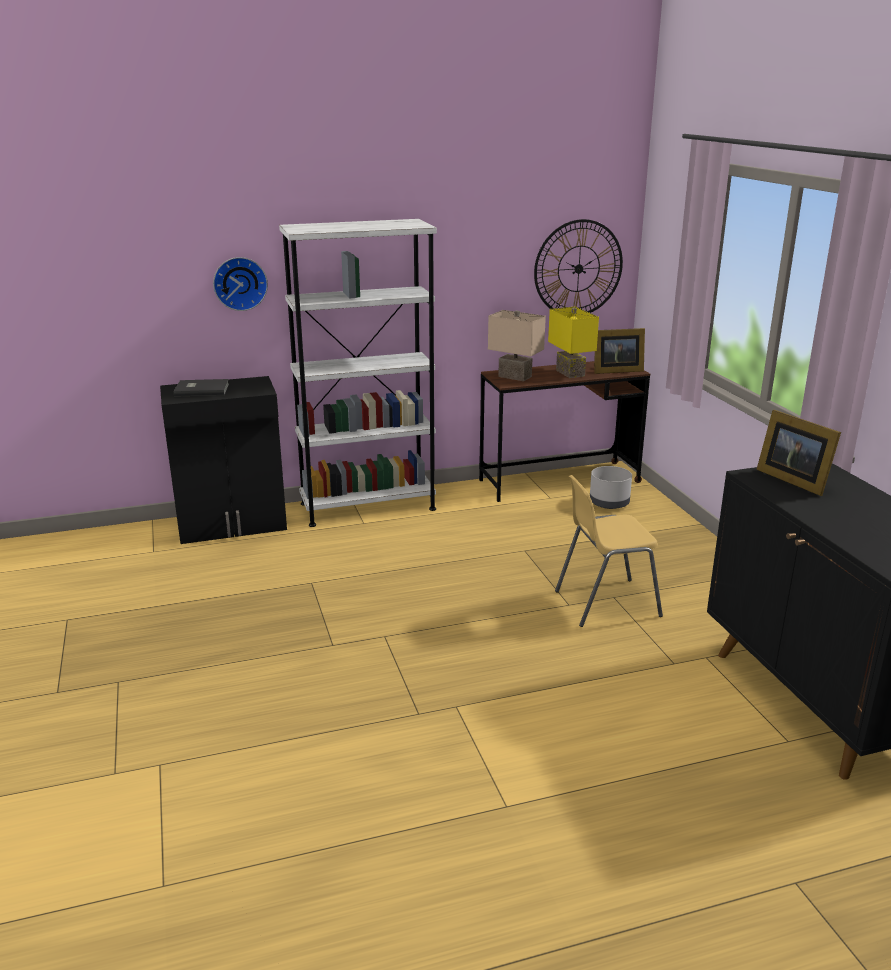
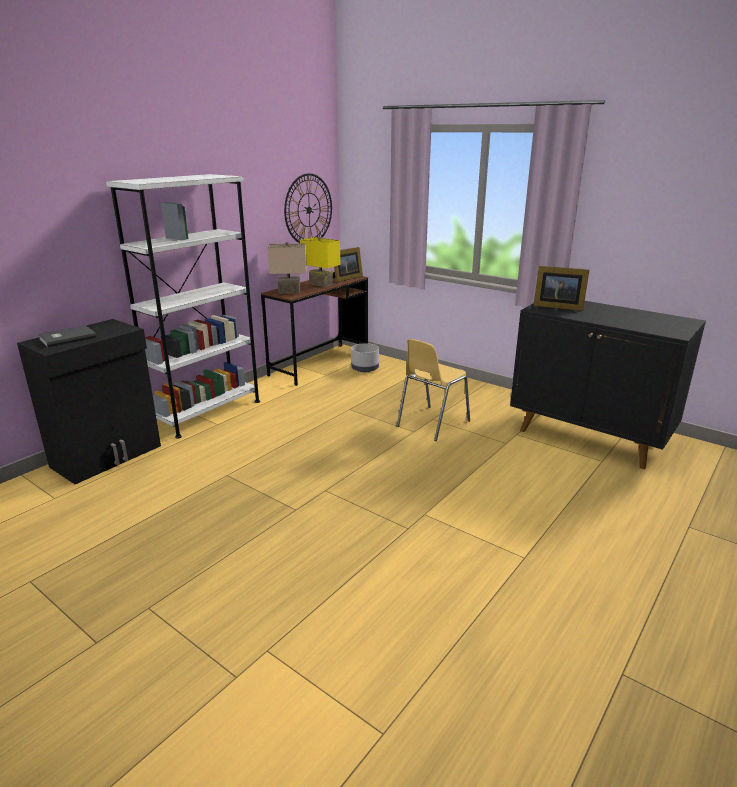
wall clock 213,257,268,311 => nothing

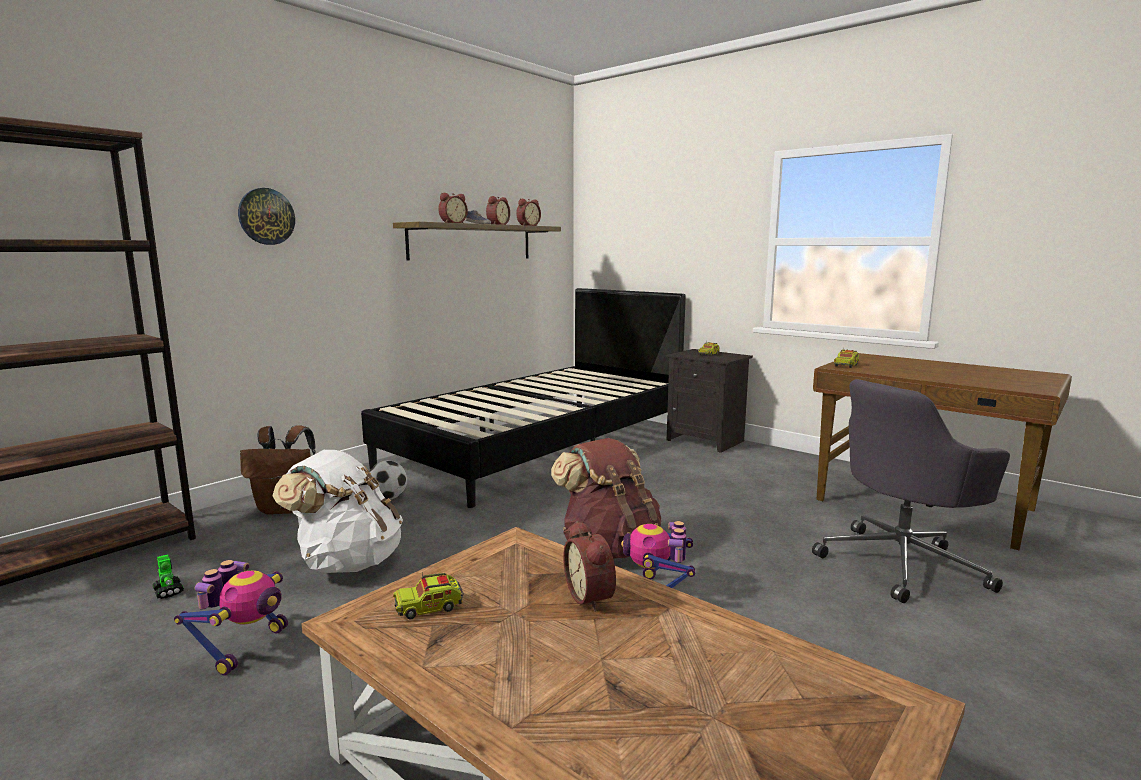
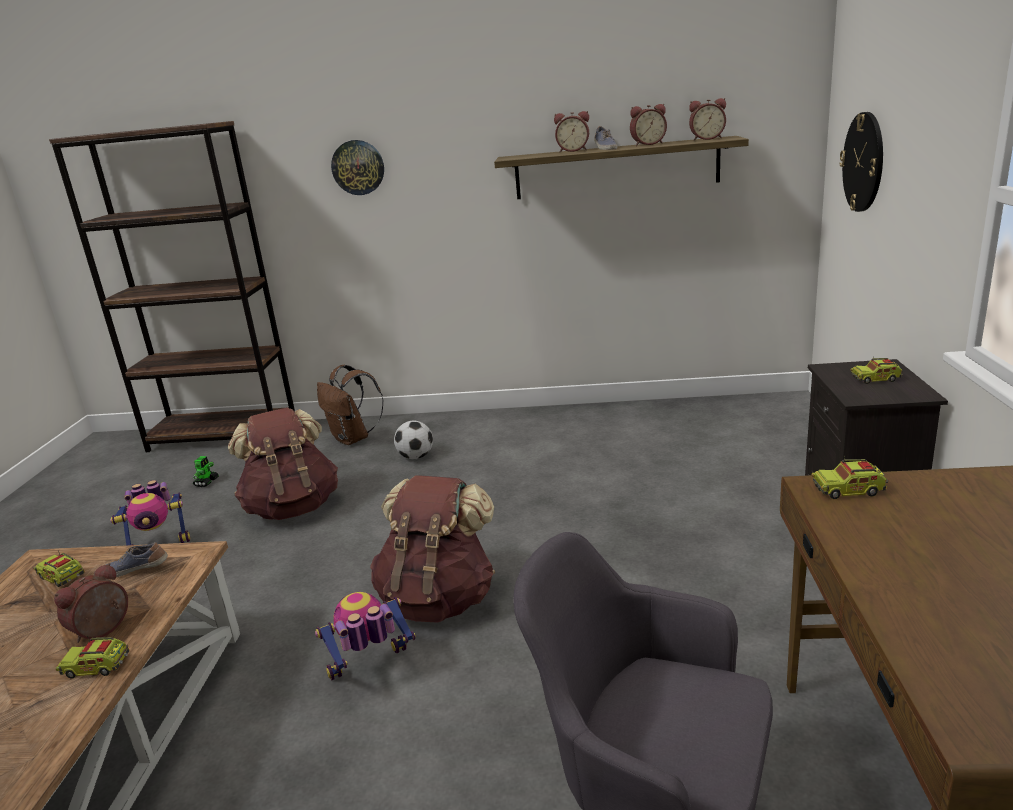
black bed 361,288,686,508 => nothing
nothing => toy truck 56,635,129,679
nothing => shoe 106,542,168,577
nothing => wall clock 839,112,883,212
white backpack 272,450,403,573 => brown backpack 228,407,338,520

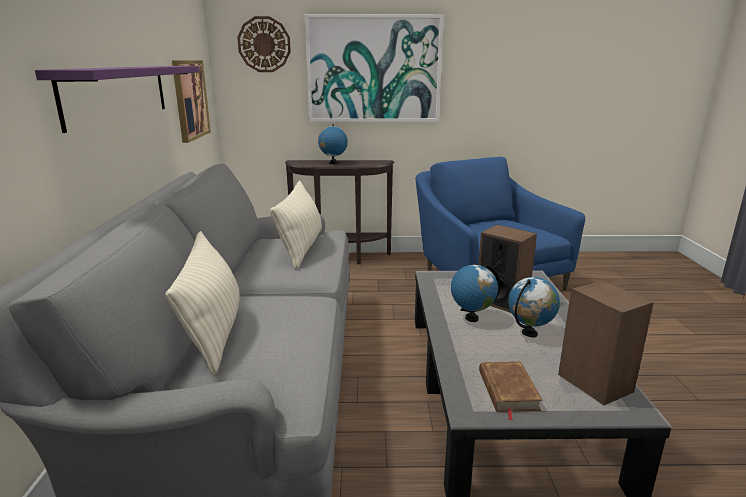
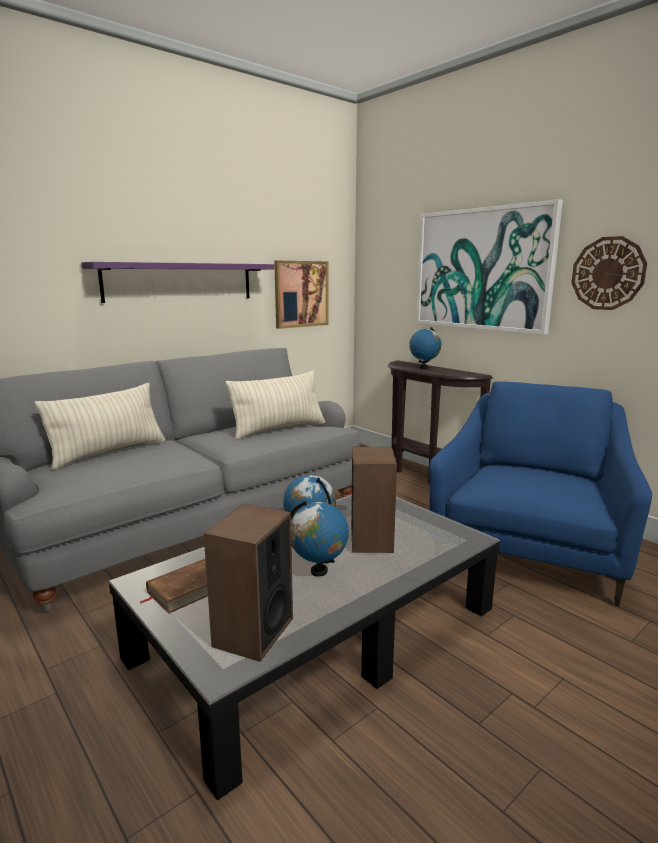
wall clock 237,16,291,72 => wall clock 571,236,647,310, shifted

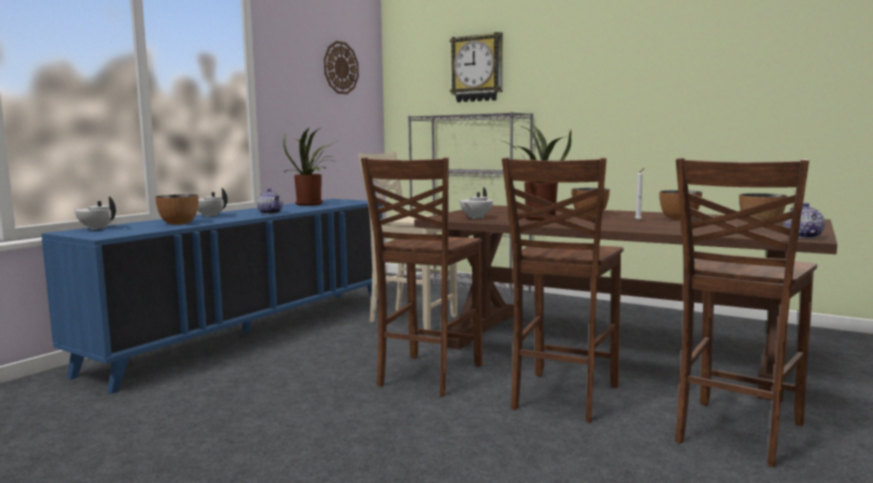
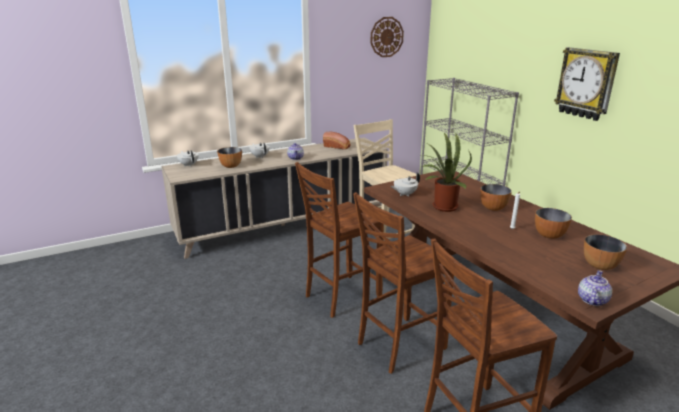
wall clock 450,32,503,102 => wall clock 554,47,620,121, shifted
potted plant 283,127,339,206 => bread 323,132,351,150
blue cabinet 42,199,382,394 => beige cabinet 161,137,388,259

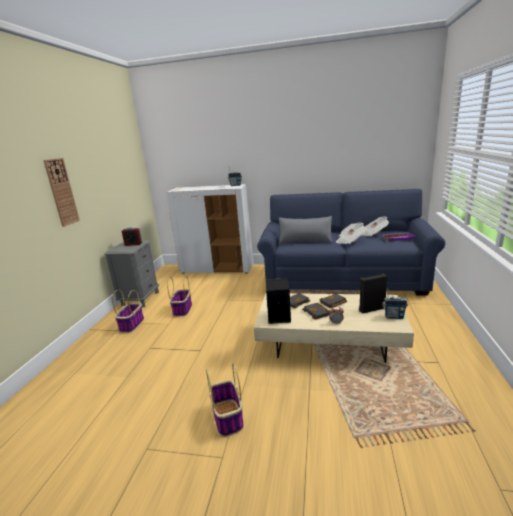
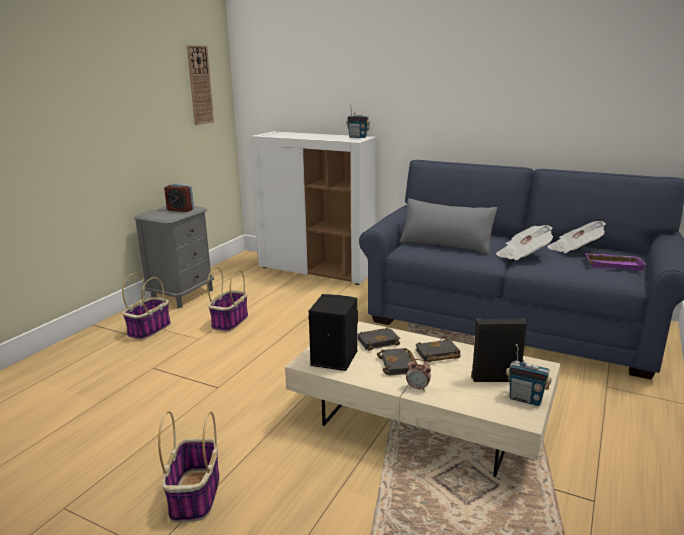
wall clock 43,158,80,227 => wall clock 187,45,214,125, shifted

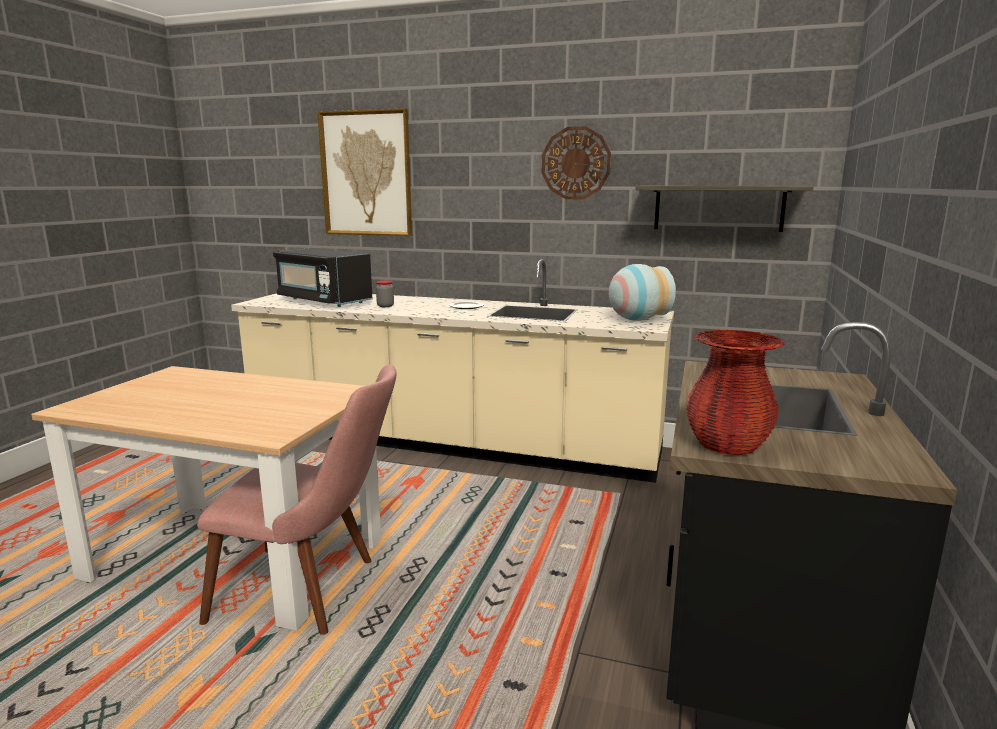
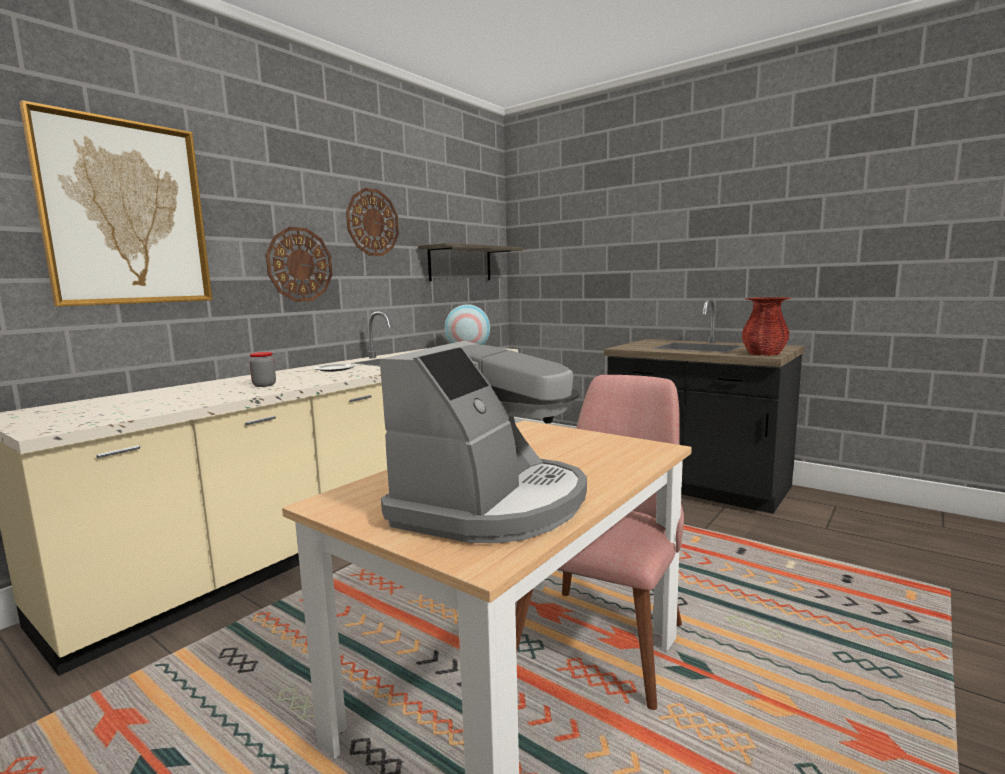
black microwave 273,248,372,307 => nothing
nothing => wall clock 266,227,333,302
nothing => coffee machine 380,341,587,543

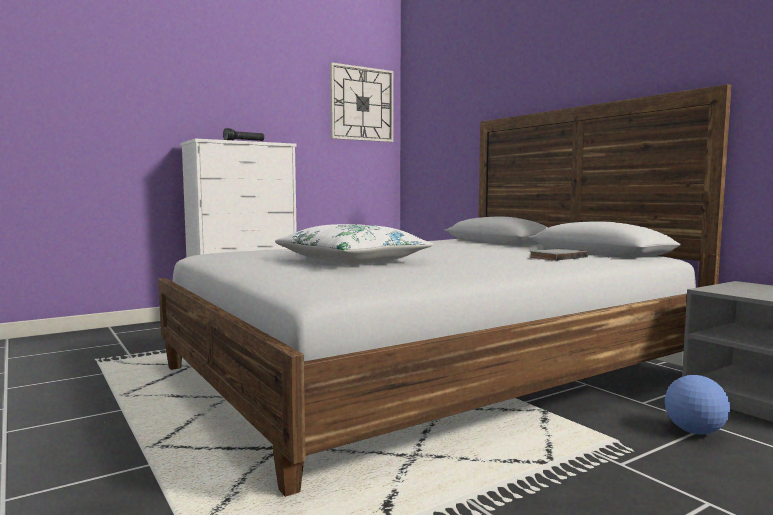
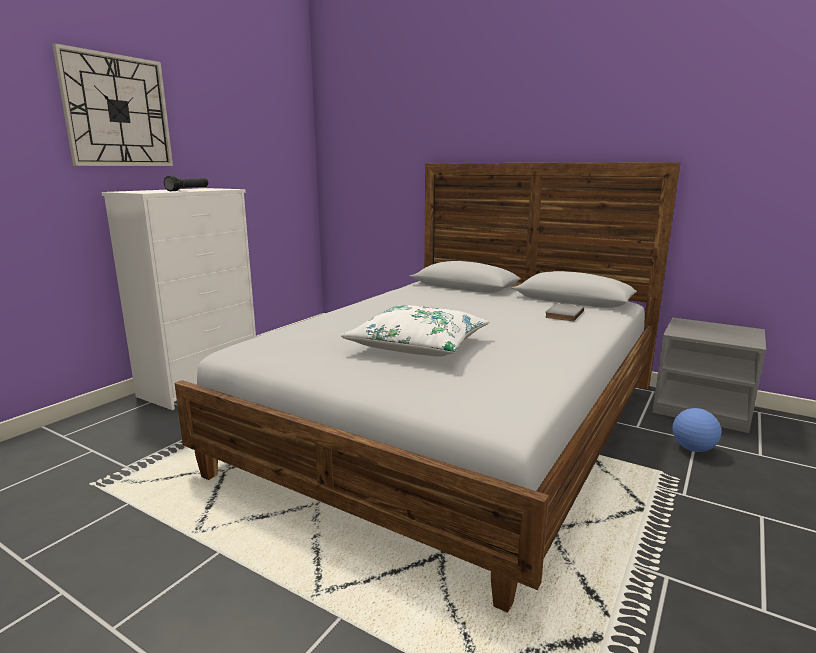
wall clock 330,62,394,142 => wall clock 52,43,173,166, shifted

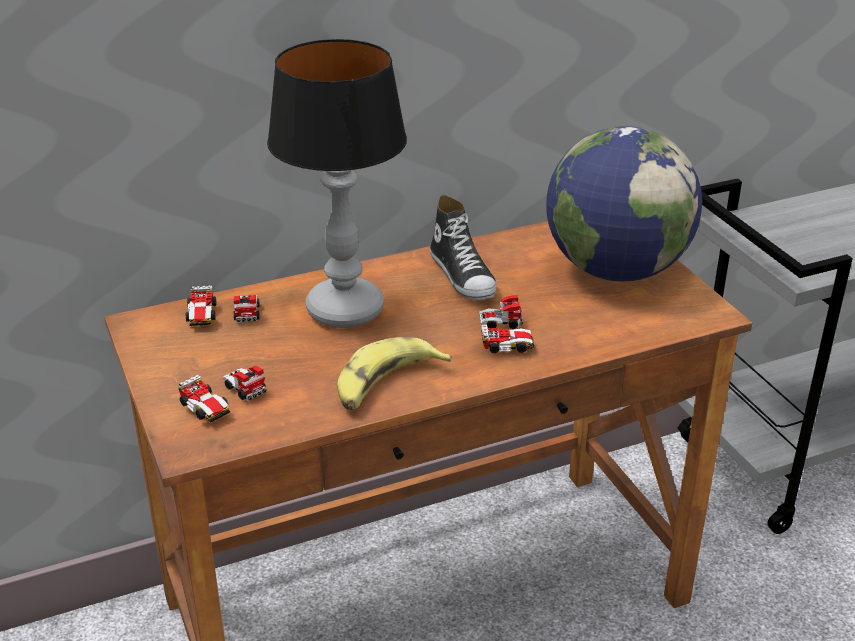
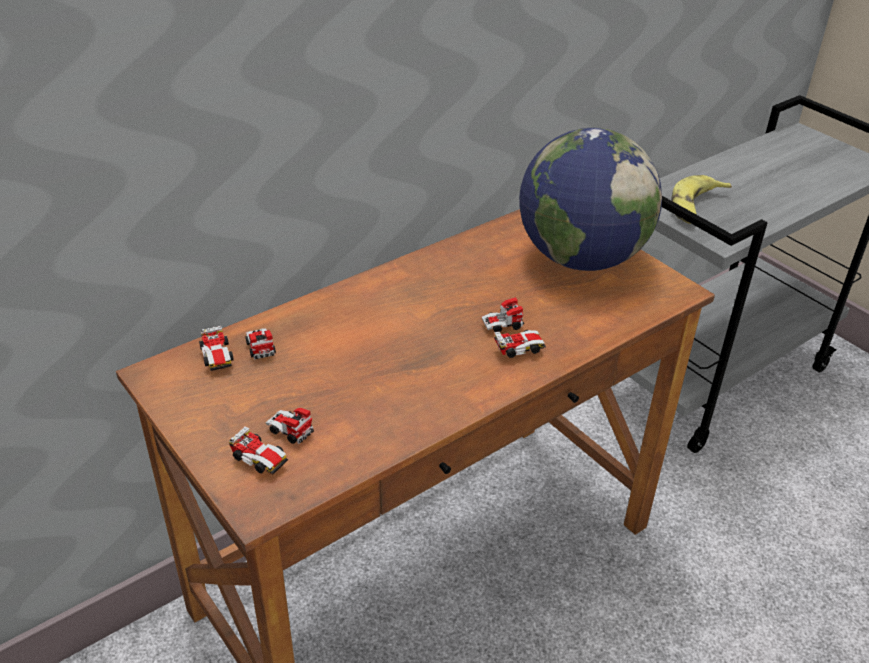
table lamp 267,39,407,328 => nothing
shoe 430,195,497,301 => nothing
banana 337,337,452,410 => banana 671,175,732,224, shifted

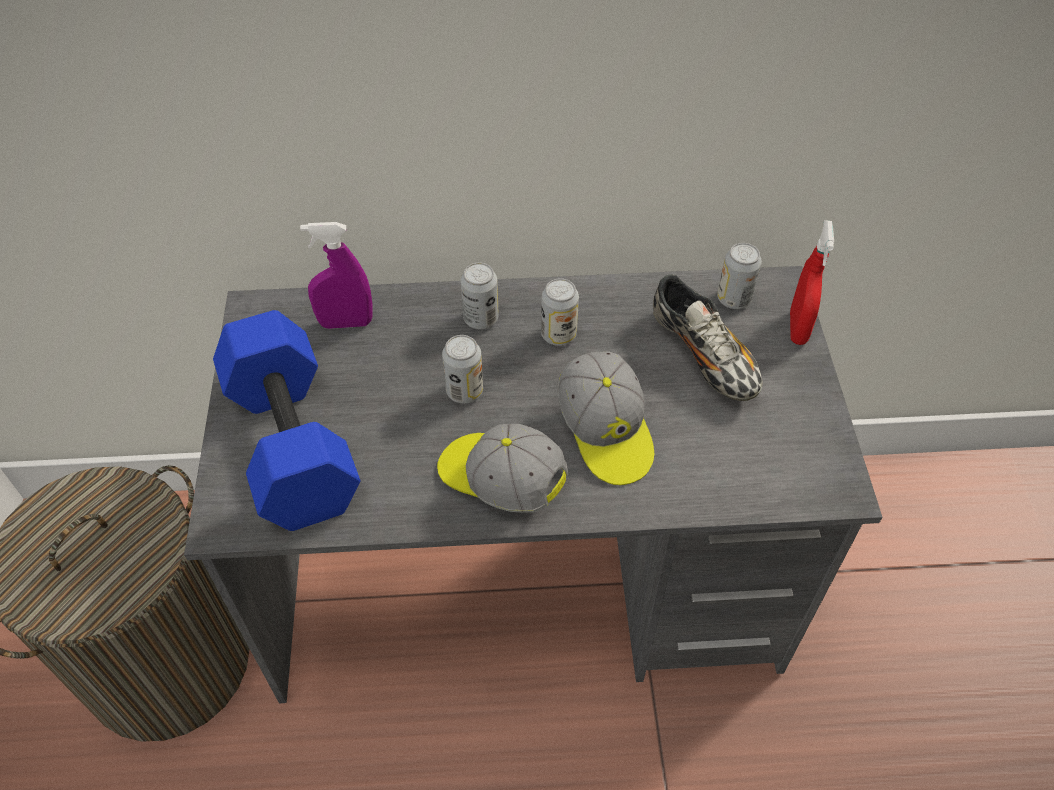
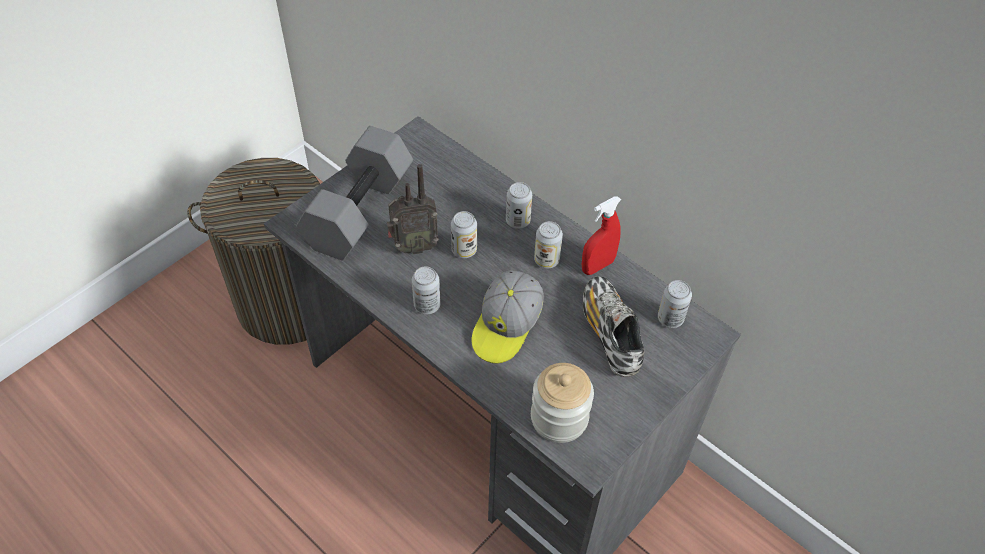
purple spray bottle 300,222,373,329 => nothing
nothing => radio 387,164,439,254
nothing => jar 531,363,594,443
red spray bottle 790,220,834,345 => red spray bottle 582,196,621,275, shifted
cap 437,424,568,513 => can 412,266,440,314
blue dumbbell 213,310,361,531 => grey dumbbell 296,126,413,260
shoe 653,274,762,401 => shoe 583,276,644,377, 150 degrees clockwise

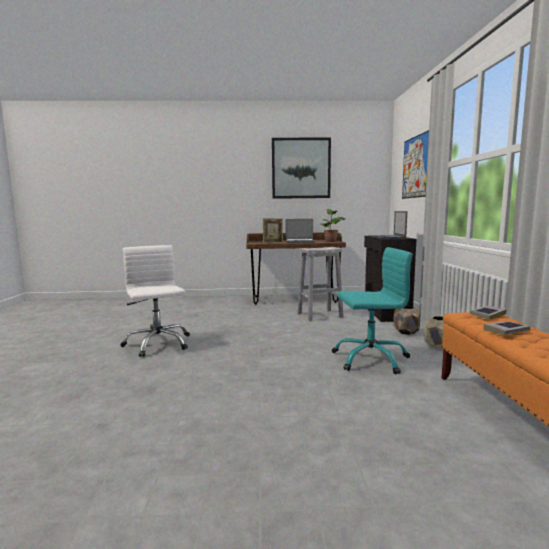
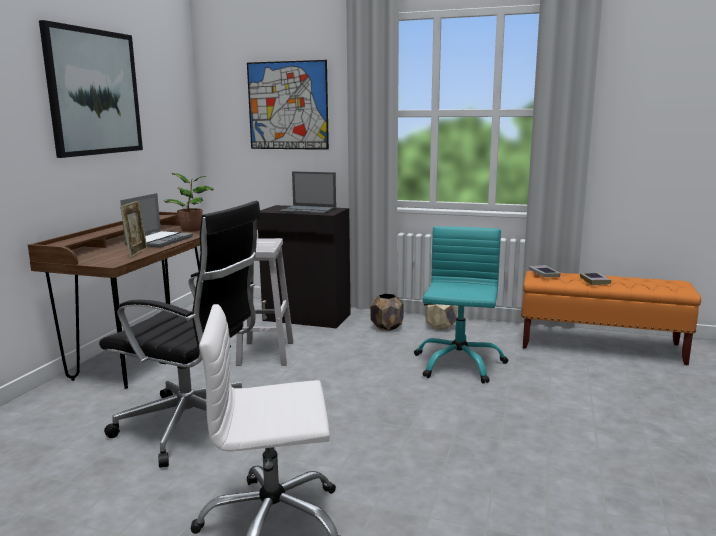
nothing => black office chair 99,201,261,468

